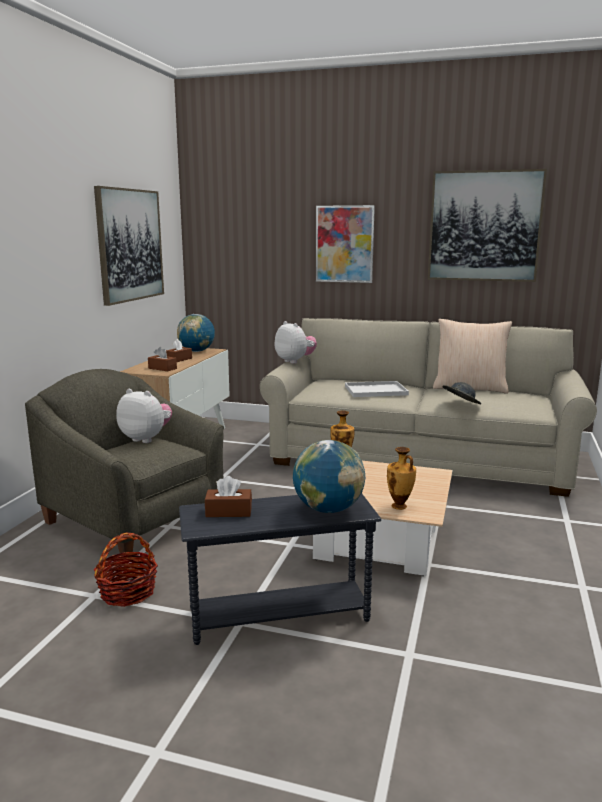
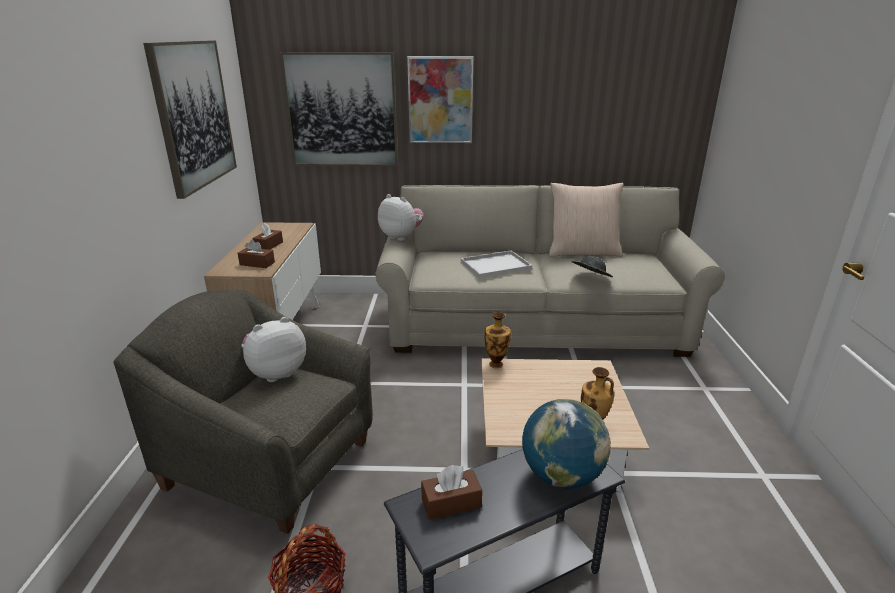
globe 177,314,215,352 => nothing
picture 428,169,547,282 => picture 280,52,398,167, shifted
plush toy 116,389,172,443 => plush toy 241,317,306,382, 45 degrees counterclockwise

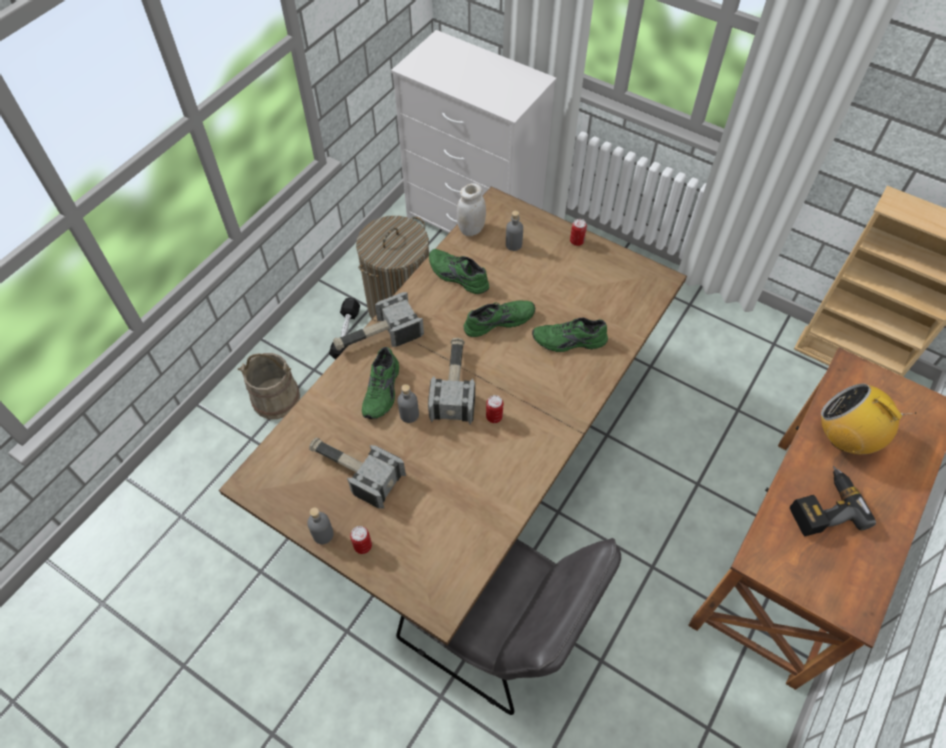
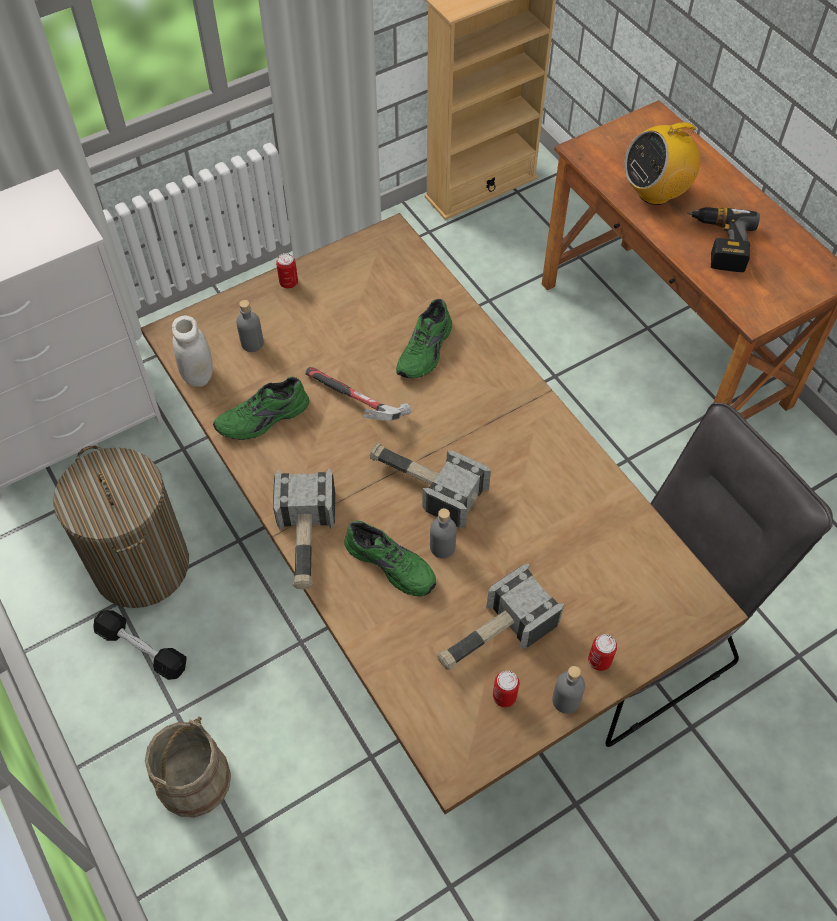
can 486,395,503,423 => can 493,671,519,707, shifted
green shoe 464,300,535,337 => hammer 305,367,411,421

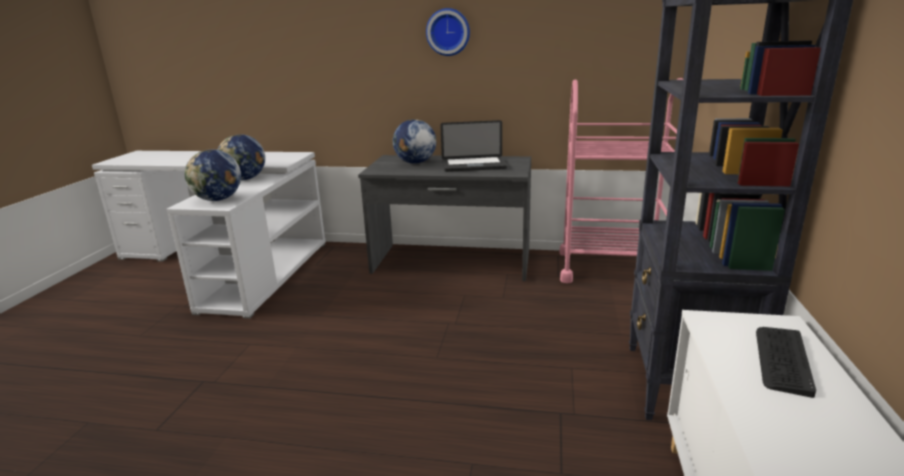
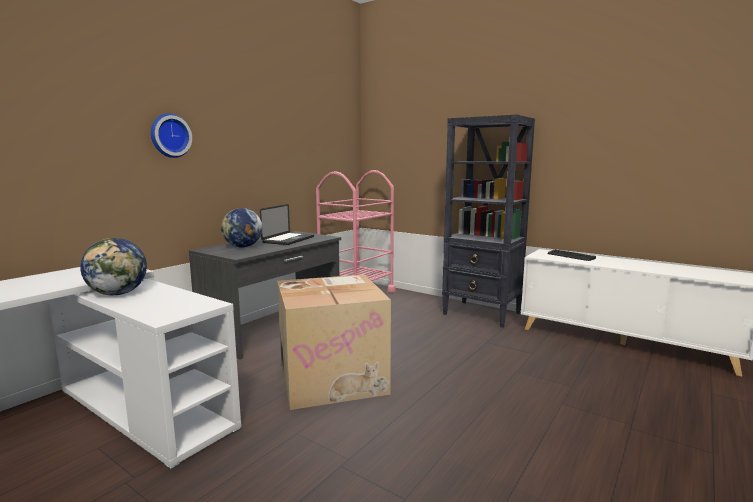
globe 185,149,241,201 => nothing
nothing => cardboard box 277,274,391,410
wall clock 426,8,470,56 => wall clock 151,113,192,158, shifted

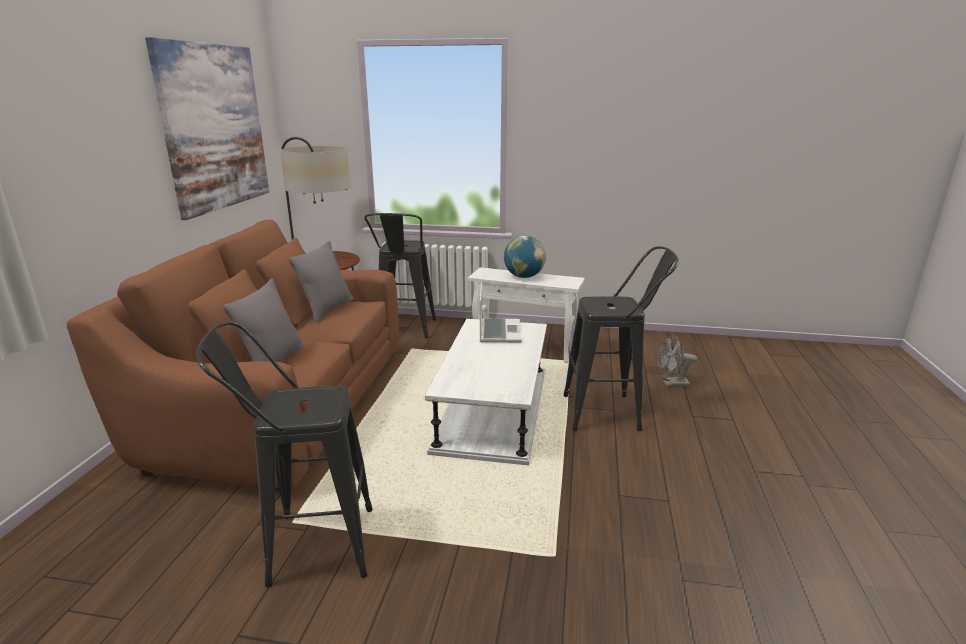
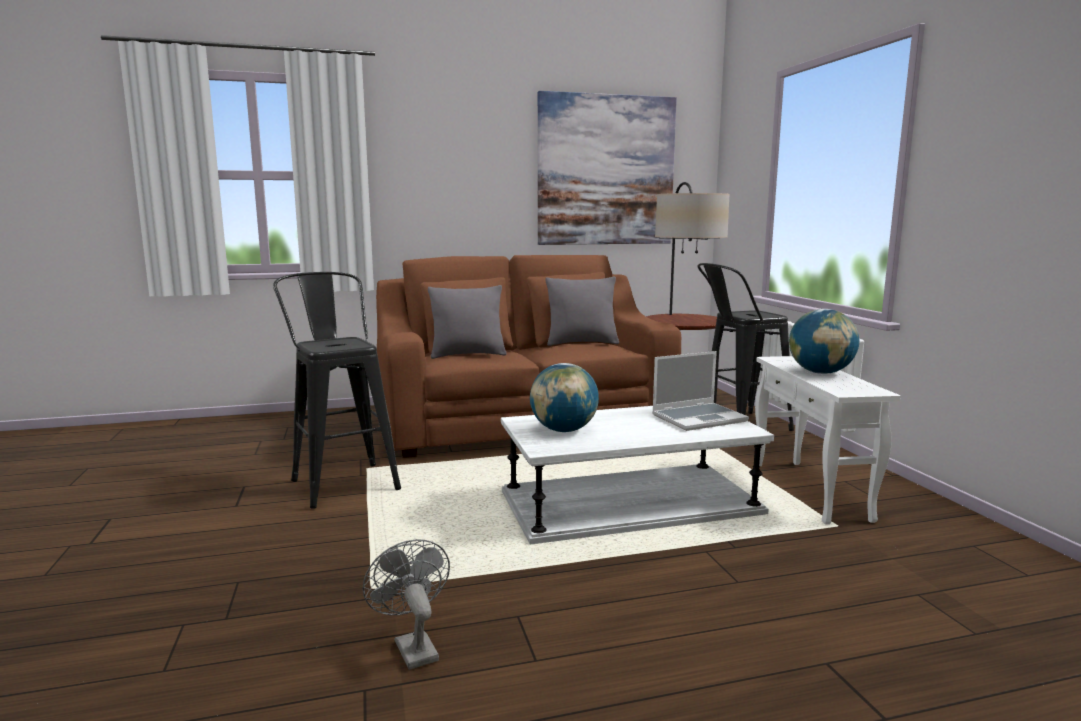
black stool 564,246,679,431 => nothing
nothing => globe 530,363,599,432
grey fan 658,335,697,387 => grey fan 362,539,450,670, shifted

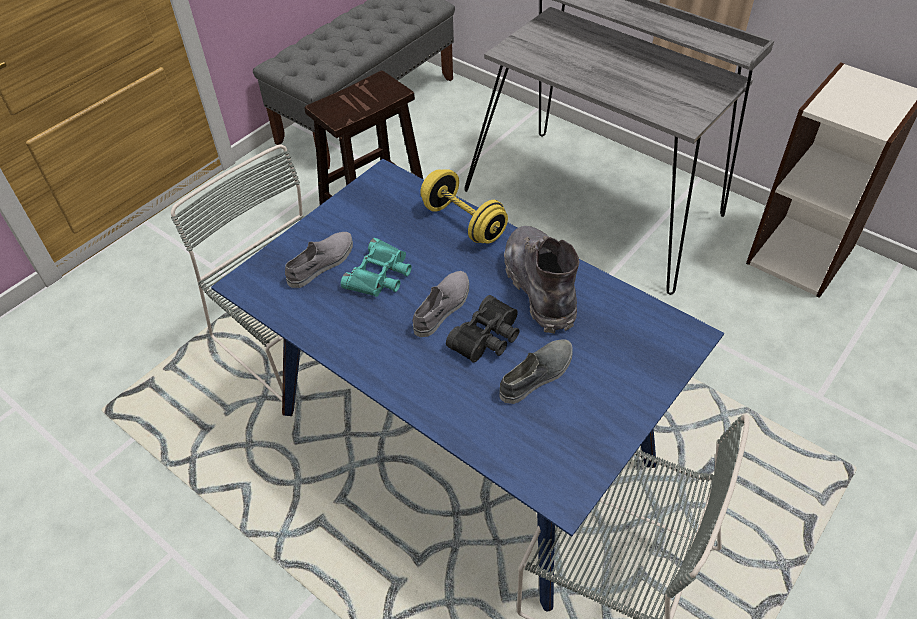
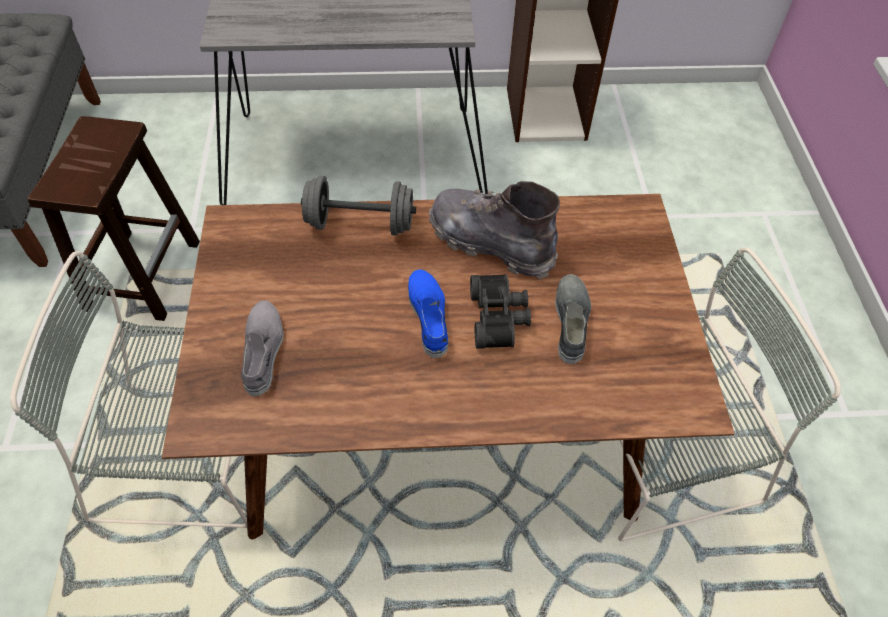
turquoise binoculars 341,238,412,297 => nothing
blue dining table 211,159,724,612 => brown dining table 162,194,735,540
grey shoe 413,271,469,337 => blue shoe 408,269,449,358
yellow dumbbell 420,169,508,244 => grey dumbbell 301,176,416,236

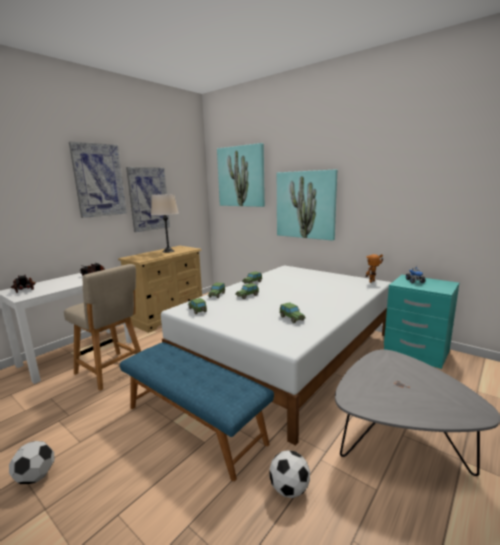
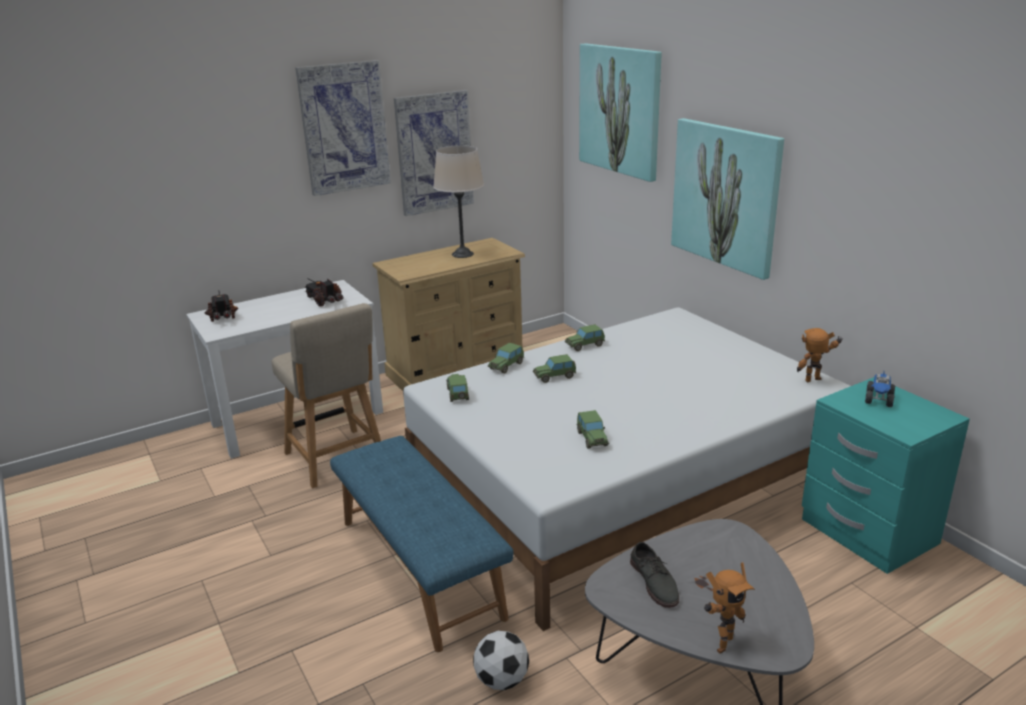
football 9,441,54,484 => nothing
nothing => grey shoe 630,542,679,608
nothing => toy robot 704,562,755,654

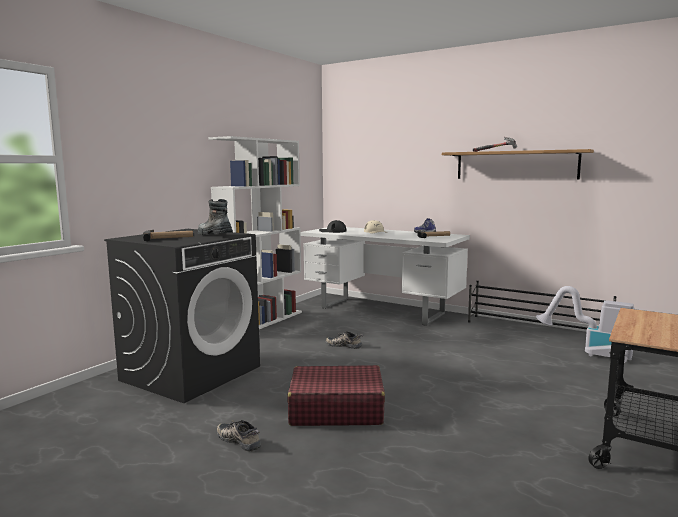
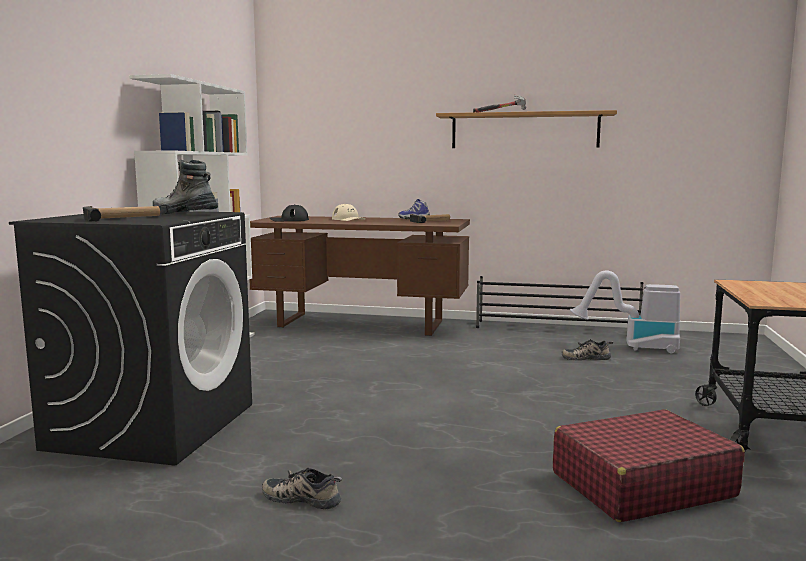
red suitcase 287,365,385,426 => red suitcase 553,409,745,522, shifted
shoe 326,331,363,349 => shoe 562,339,613,360, shifted
white desk 301,227,470,326 => brown desk 249,216,470,336

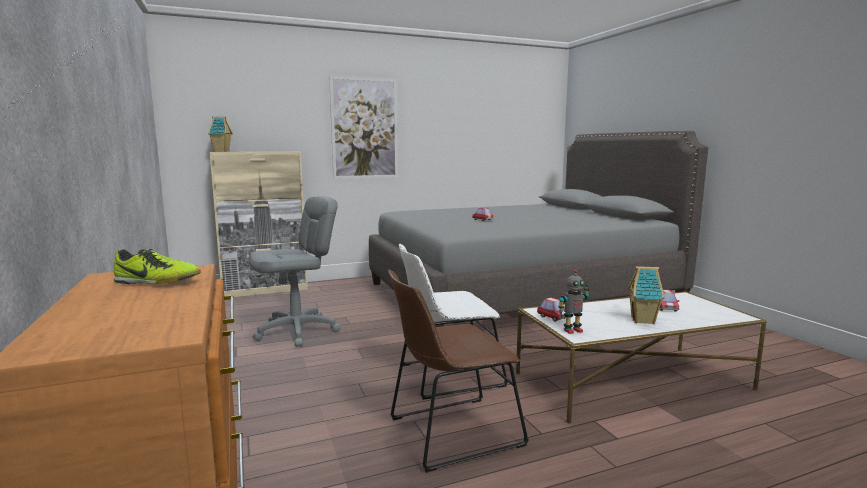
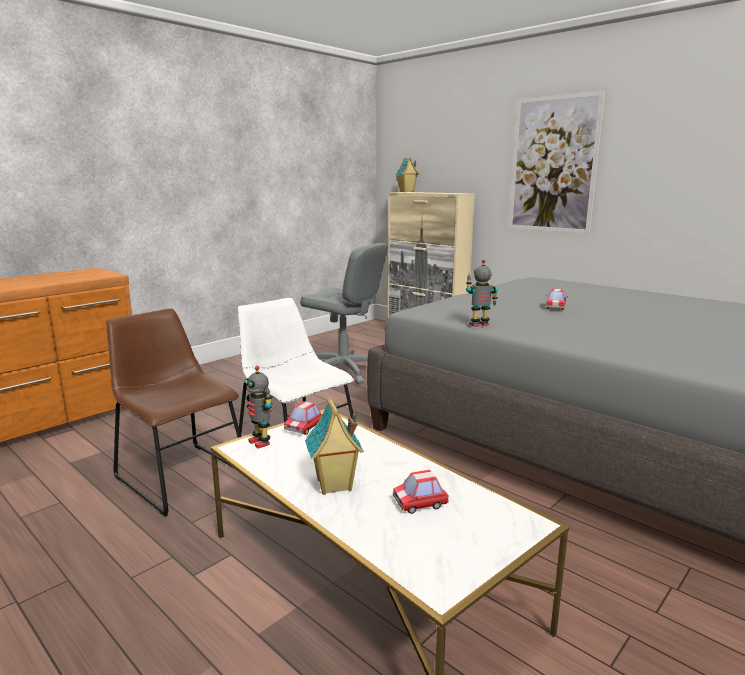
shoe 114,249,200,284 => nothing
nothing => toy robot 466,260,498,327

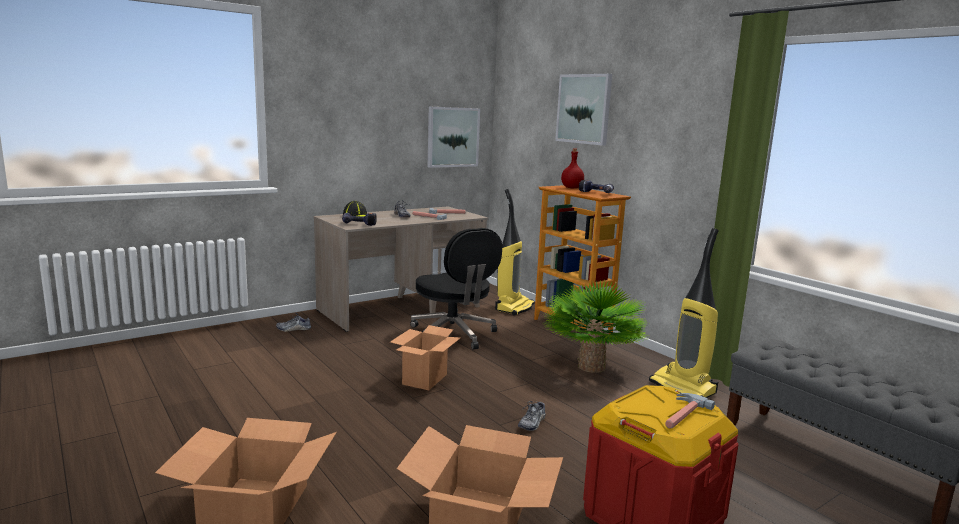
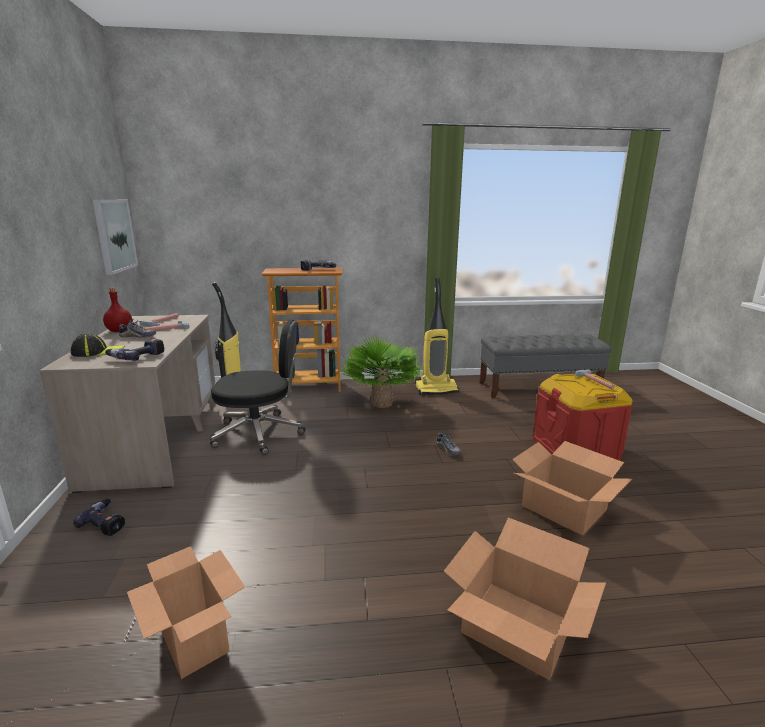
picture 555,74,612,146 => nothing
cardboard box 390,325,461,390 => cardboard box 127,546,245,679, shifted
red bottle 561,148,584,188 => red bottle 103,288,132,332, shifted
shoe 276,313,311,332 => power drill 73,498,125,536

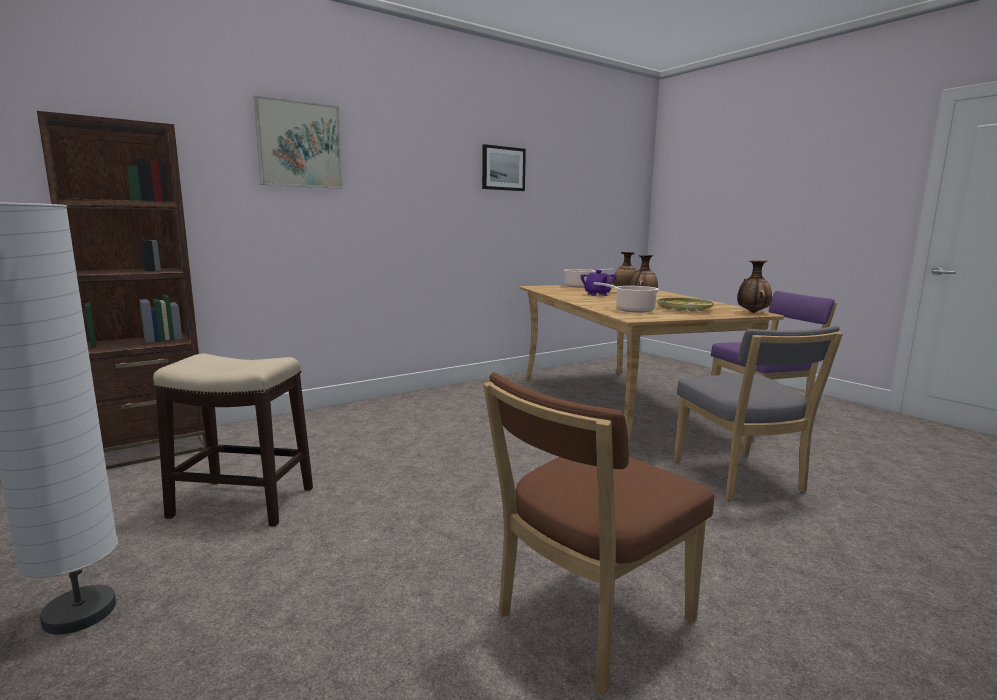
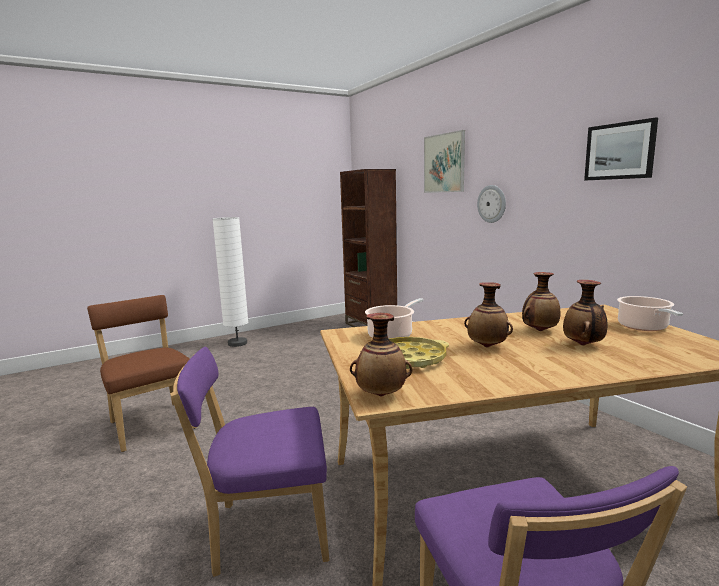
stool 153,353,313,527 => nothing
nothing => wall clock 477,185,506,223
purple teapot 581,270,616,296 => vase 522,272,560,331
grey chair 674,326,843,501 => purple chair 170,347,329,577

